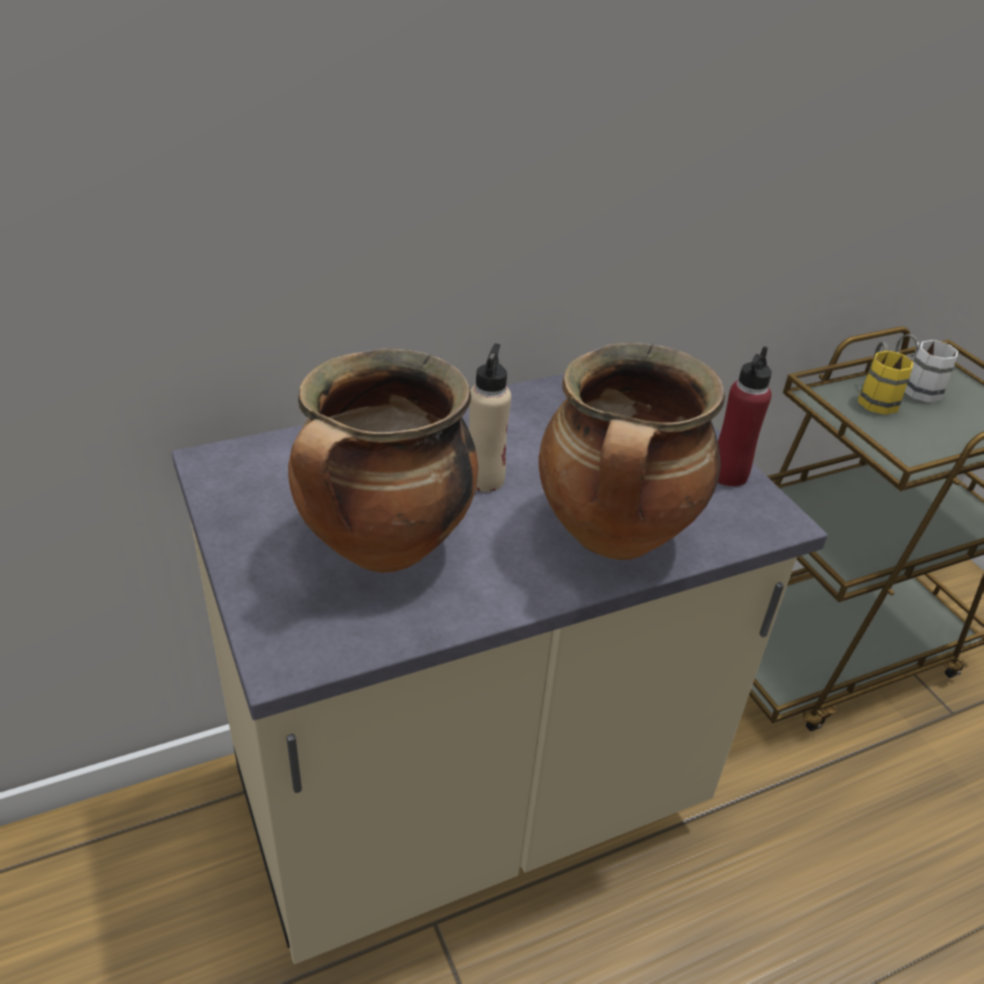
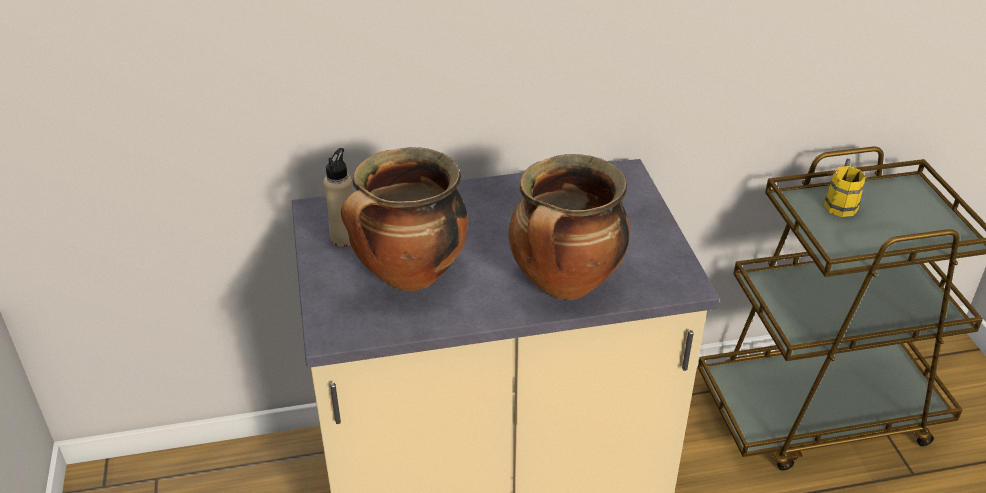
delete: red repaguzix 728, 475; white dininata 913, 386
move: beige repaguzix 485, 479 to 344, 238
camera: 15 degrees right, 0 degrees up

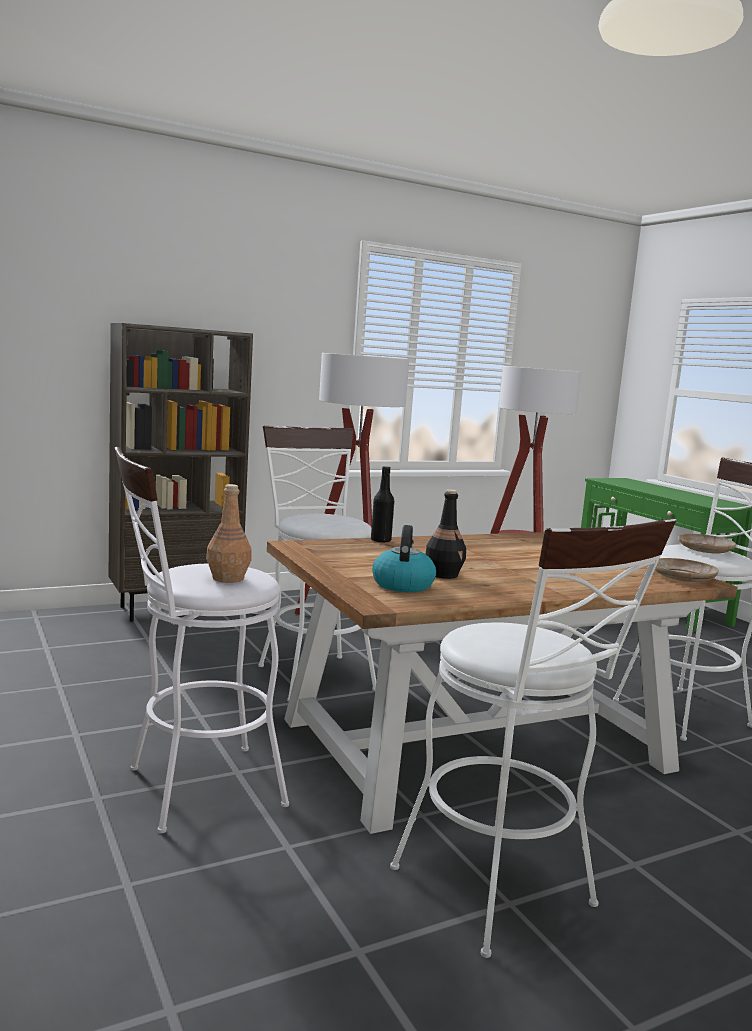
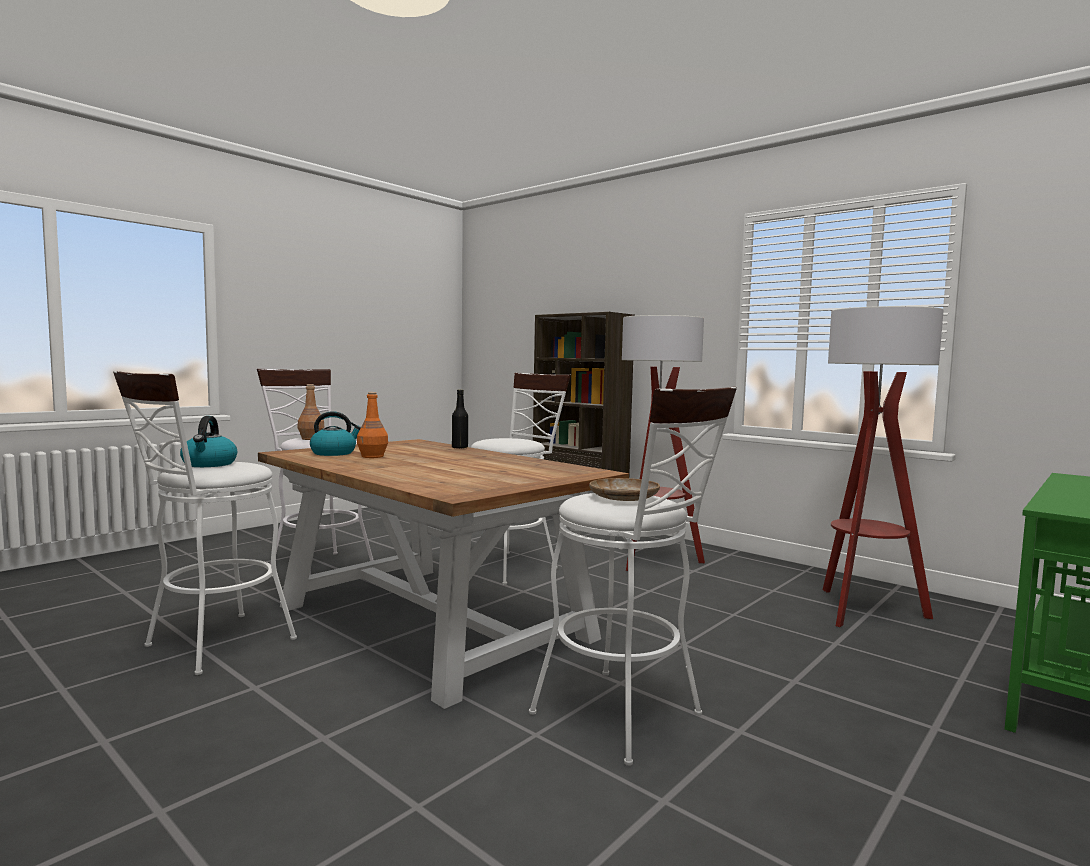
delete: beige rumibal 683, 578
insert: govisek 209, 464
recolor: black repaguzix 444, 574 to orange repaguzix 373, 456
camera: 70 degrees right, 5 degrees down

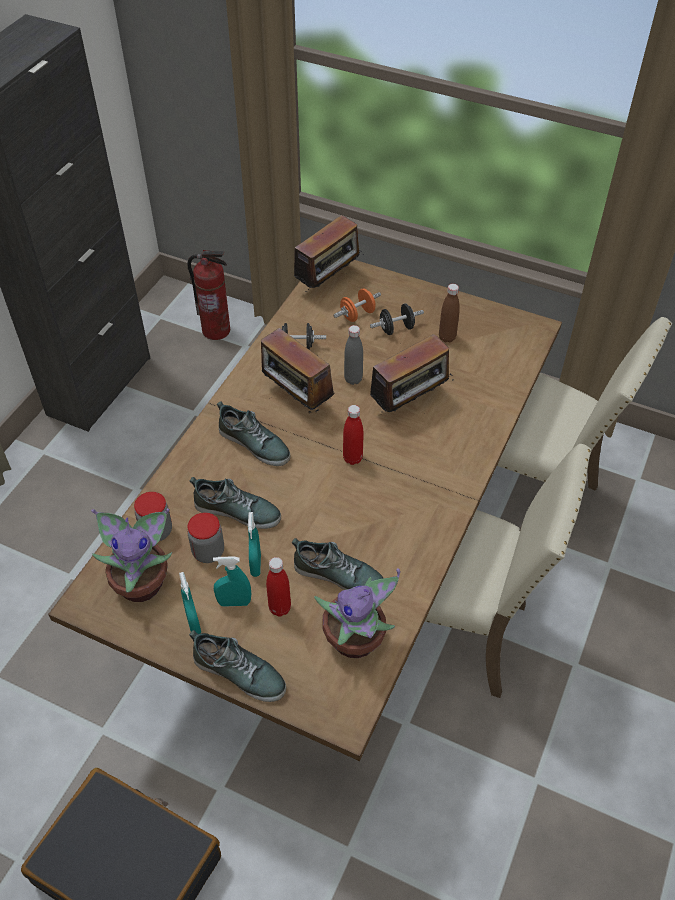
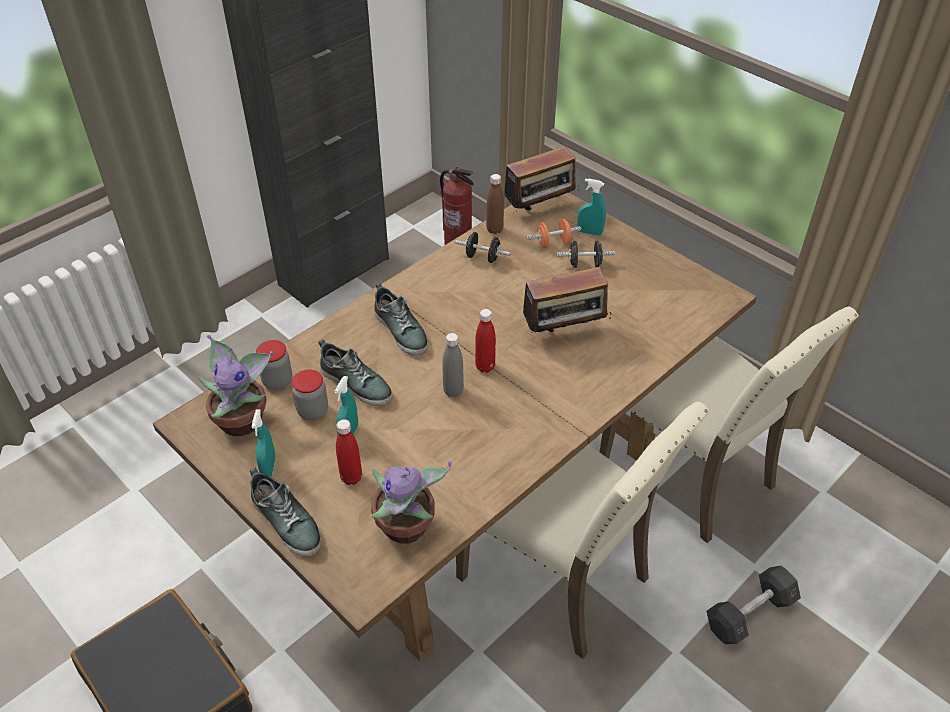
delete: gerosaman 297, 400; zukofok 339, 575
insert: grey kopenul 750, 613
move: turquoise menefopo 234, 602 to 589, 232; grey repaguzix 353, 379 to 453, 391; brown repaguzix 447, 337 to 494, 229
camera: 20 degrees right, 5 degrees down

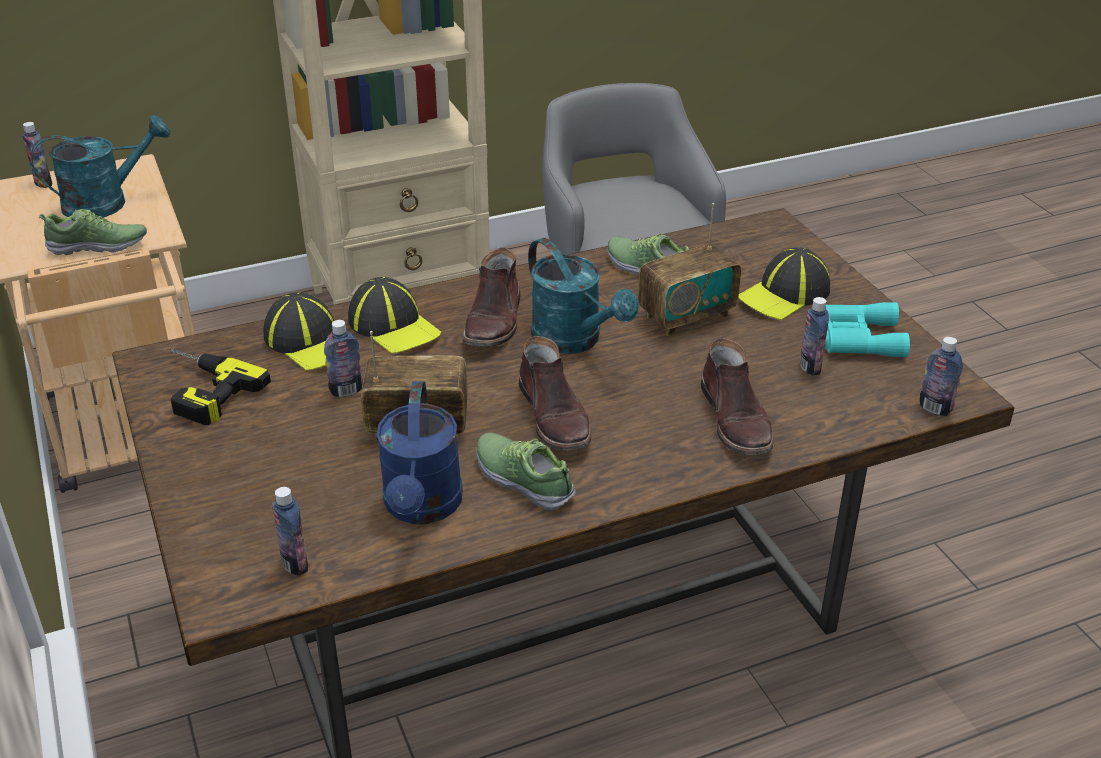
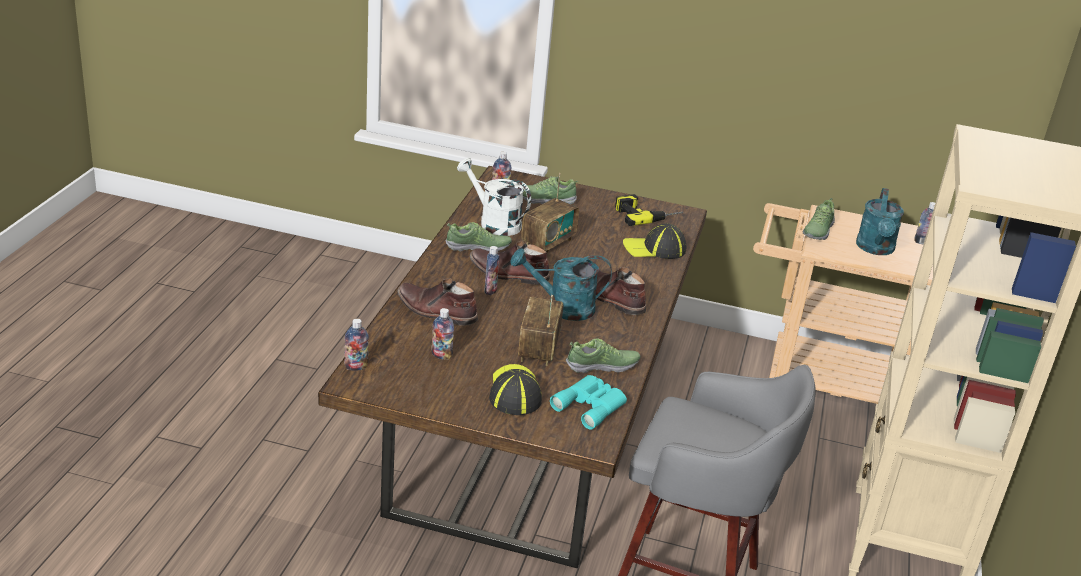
delete: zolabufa 394, 326
insert: zukofok 545, 199
move: repaguzix 346, 391 to 490, 290; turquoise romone 854, 338 to 591, 405
recolor: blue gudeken 422, 508 to white gudeken 494, 222
camera: 125 degrees right, 5 degrees down

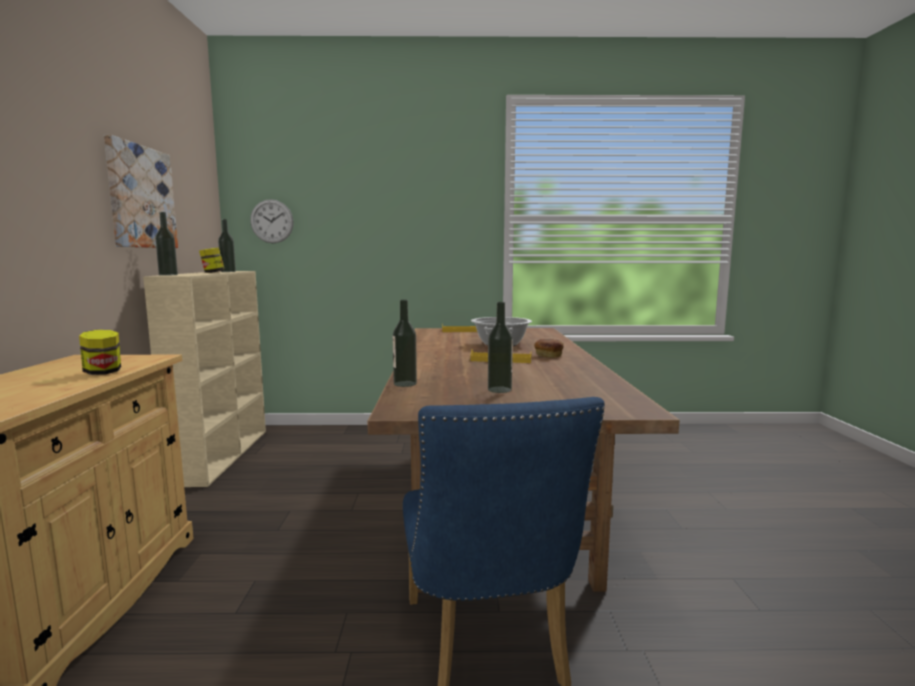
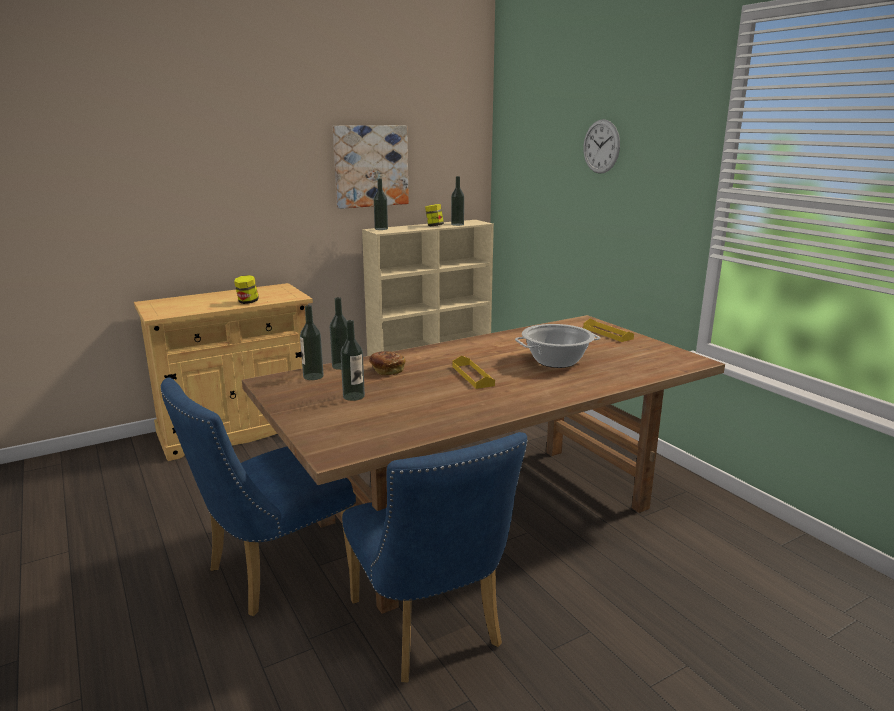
insert: repaguzix 313, 376; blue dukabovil 430, 631
move: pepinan 272, 221 to 601, 146; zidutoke 548, 355 to 386, 370
camera: 60 degrees right, 10 degrees up

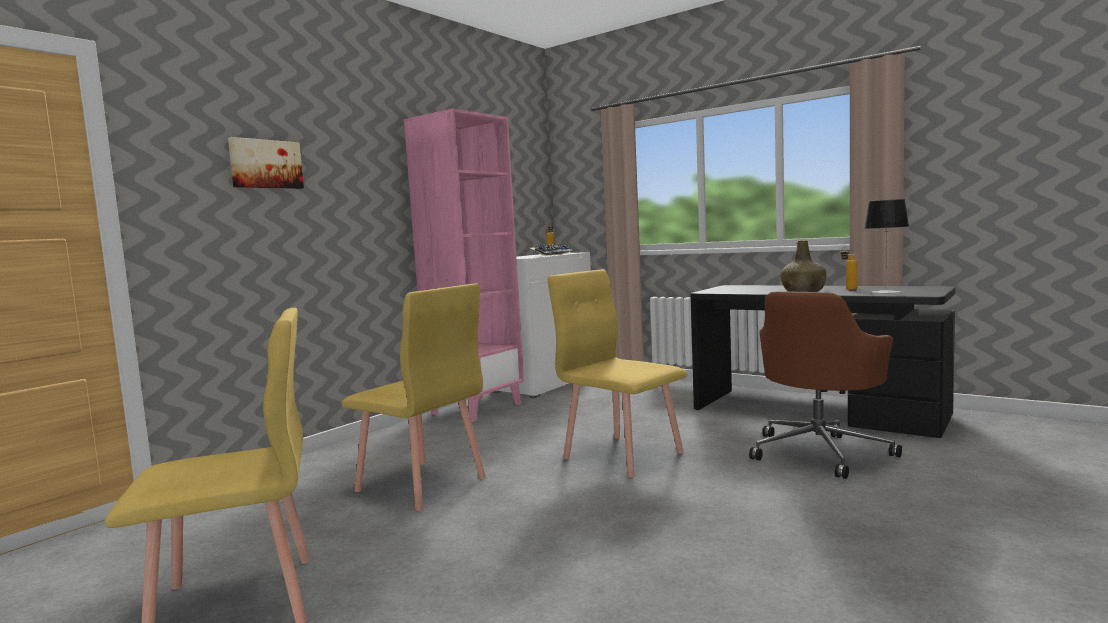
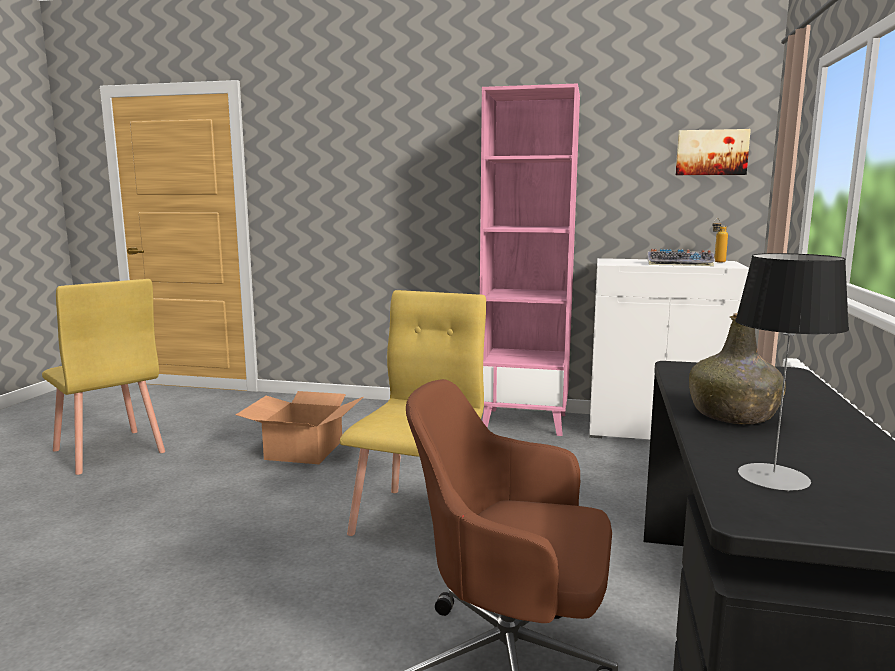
delete: repaguzix 848, 288
move: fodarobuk 265, 164 to 711, 152
replace: yellow dukabovil 421, 485 to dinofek 303, 450
camera: 65 degrees right, 5 degrees up

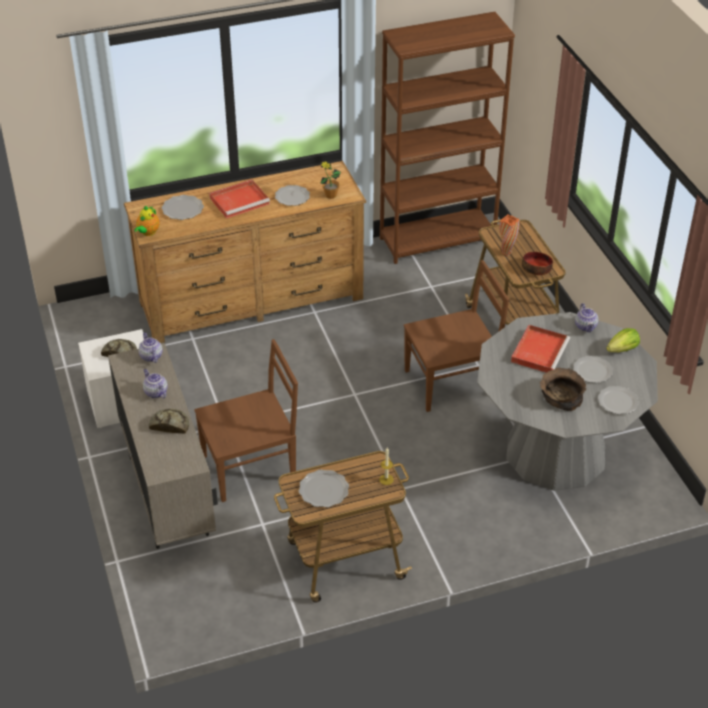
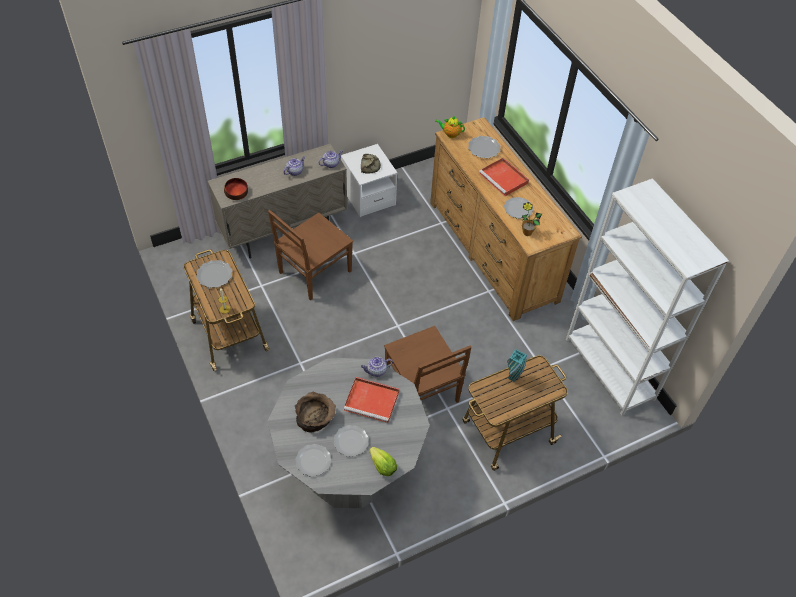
delete: zidutoke 170, 424
move: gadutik 536, 269 to 236, 193; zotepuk 586, 327 to 376, 371
recolor: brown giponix 437, 240 to white giponix 609, 369; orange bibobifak 506, 253 to turquoise bibobifak 512, 377
rotate: brown dukabovil 251, 467 = 313, 273 75 degrees clockwise
camera: 80 degrees right, 10 degrees up

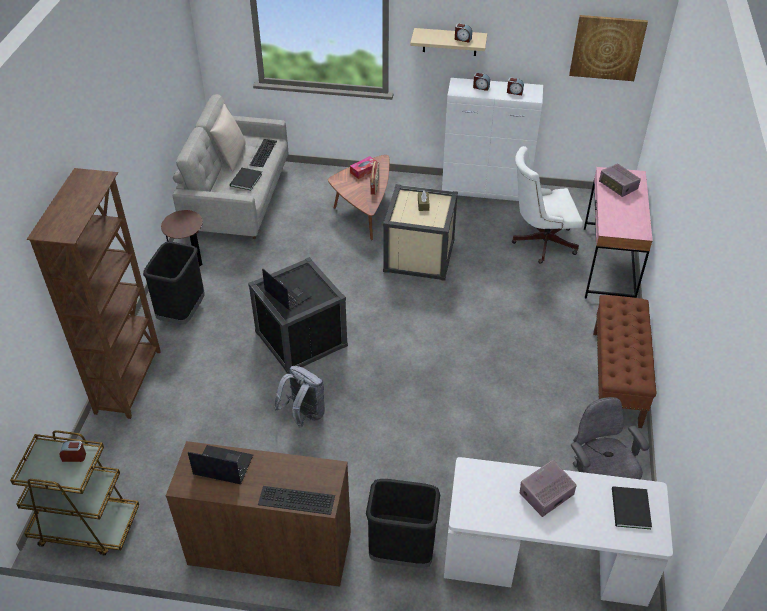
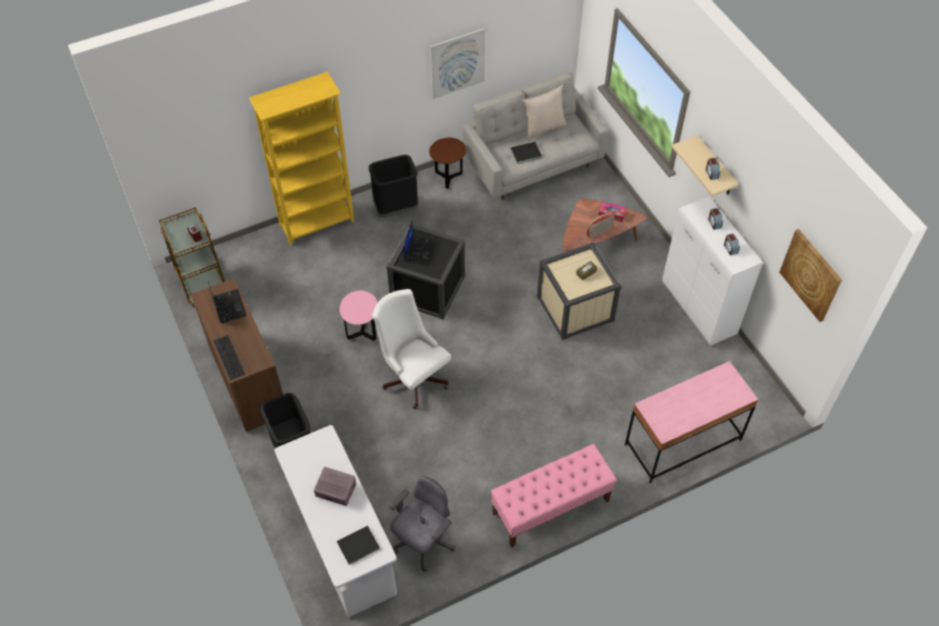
delete: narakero 262, 152; gerosaman 618, 186
insert: fodarobuk 457, 63
move: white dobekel 540, 242 to 413, 376
replace: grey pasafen 304, 415 to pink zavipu 362, 333
recolor: brown giponix 129, 381 to yellow giponix 318, 224; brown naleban 616, 378 to pink naleban 550, 507
camera: 55 degrees right, 10 degrees up

